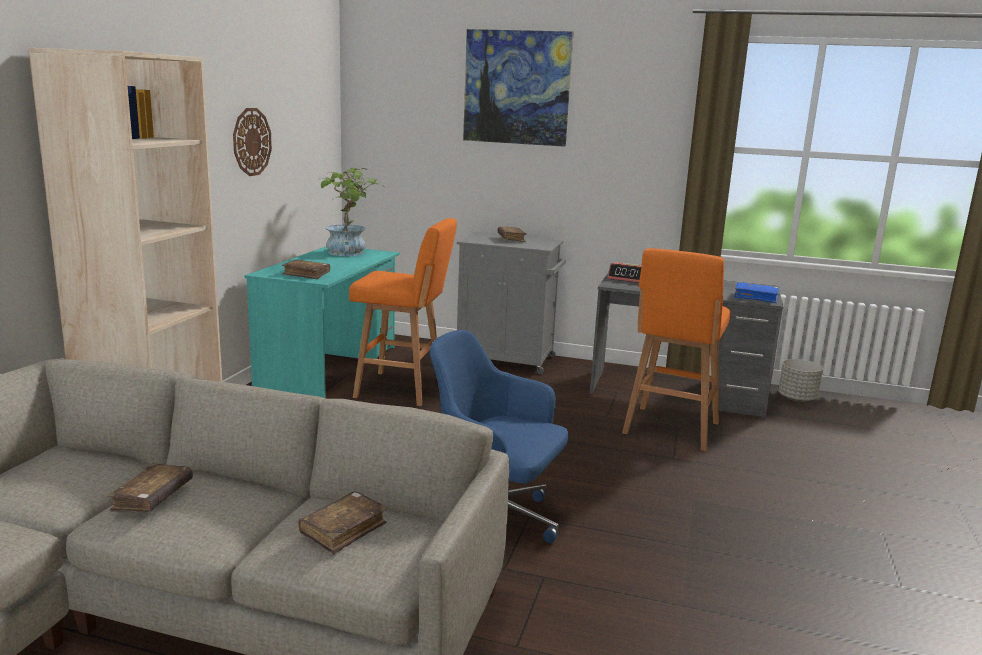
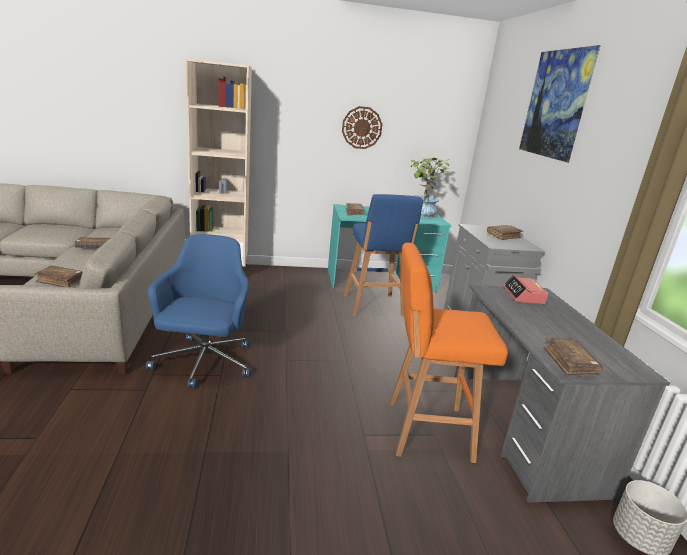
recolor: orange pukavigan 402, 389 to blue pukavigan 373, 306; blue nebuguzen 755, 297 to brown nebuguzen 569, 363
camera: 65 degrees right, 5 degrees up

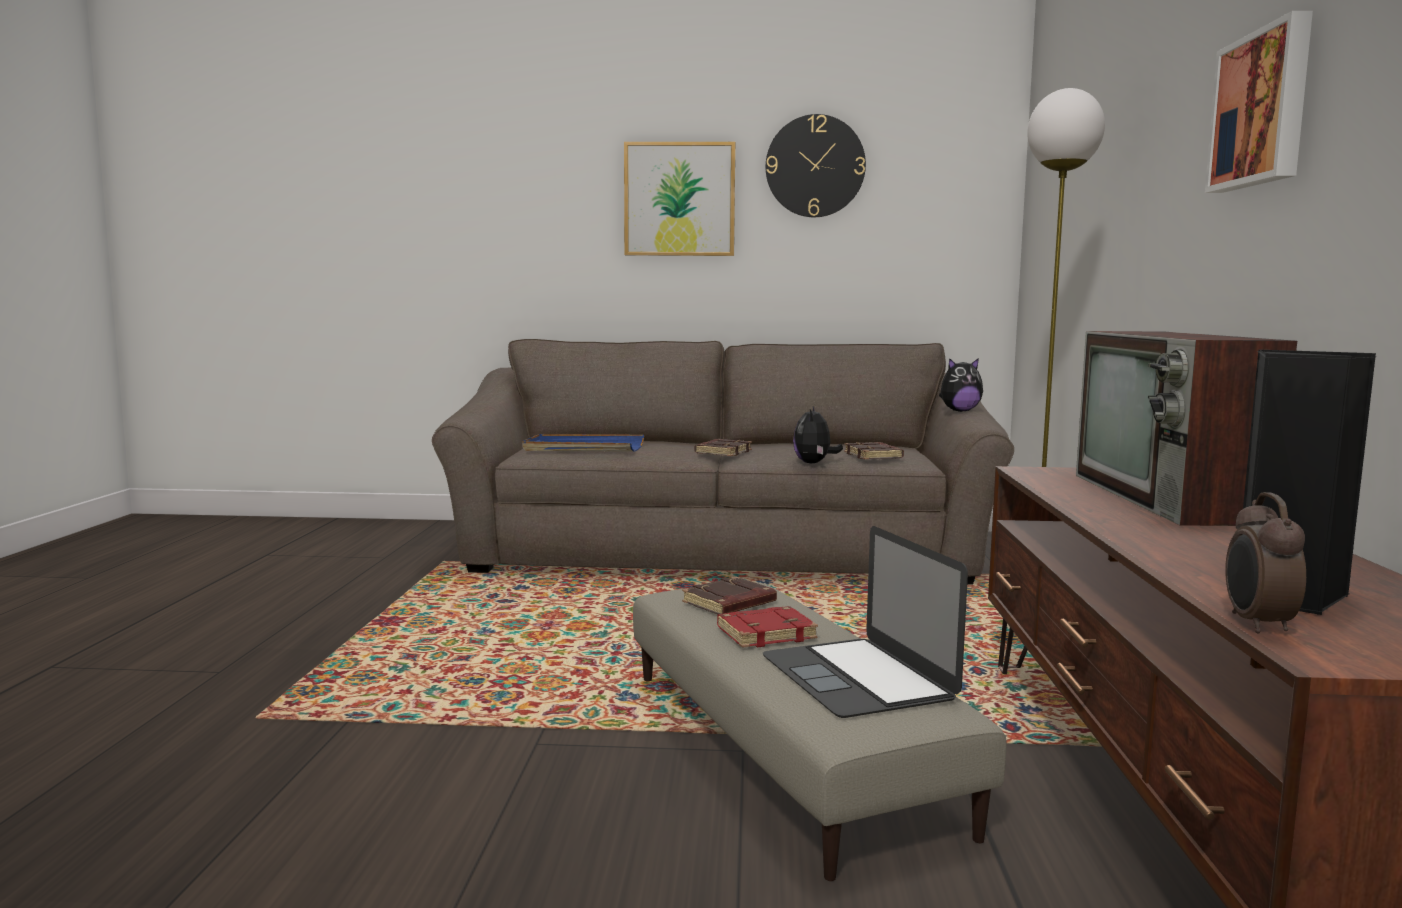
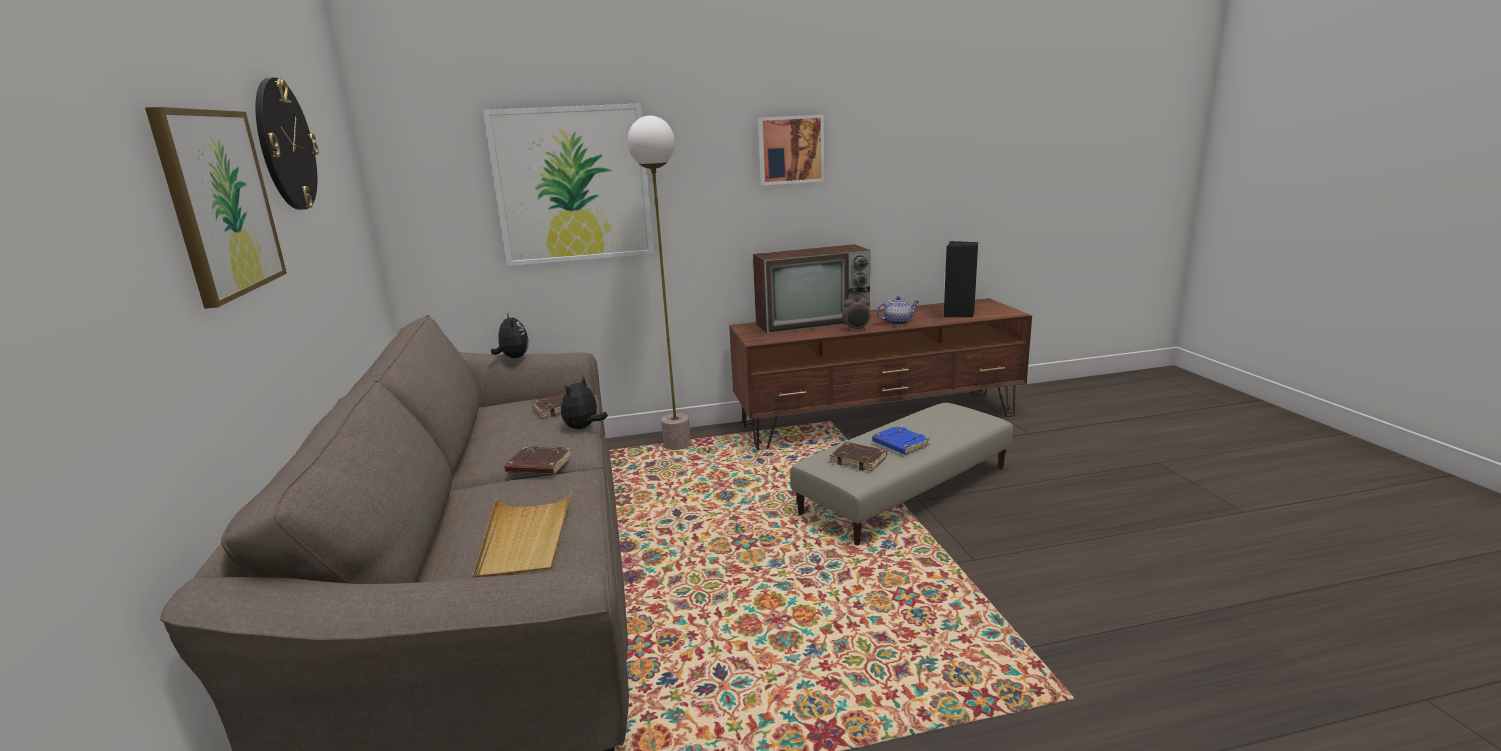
delete: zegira 857, 677
insert: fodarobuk 573, 185; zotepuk 897, 322
move: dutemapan 1256, 624 to 856, 329
recolor: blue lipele 583, 448 to beige lipele 525, 541; red nebuguzen 766, 633 to blue nebuguzen 899, 444
rotate: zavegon 814, 463 = 583, 428 120 degrees clockwise
camera: 105 degrees left, 10 degrees up

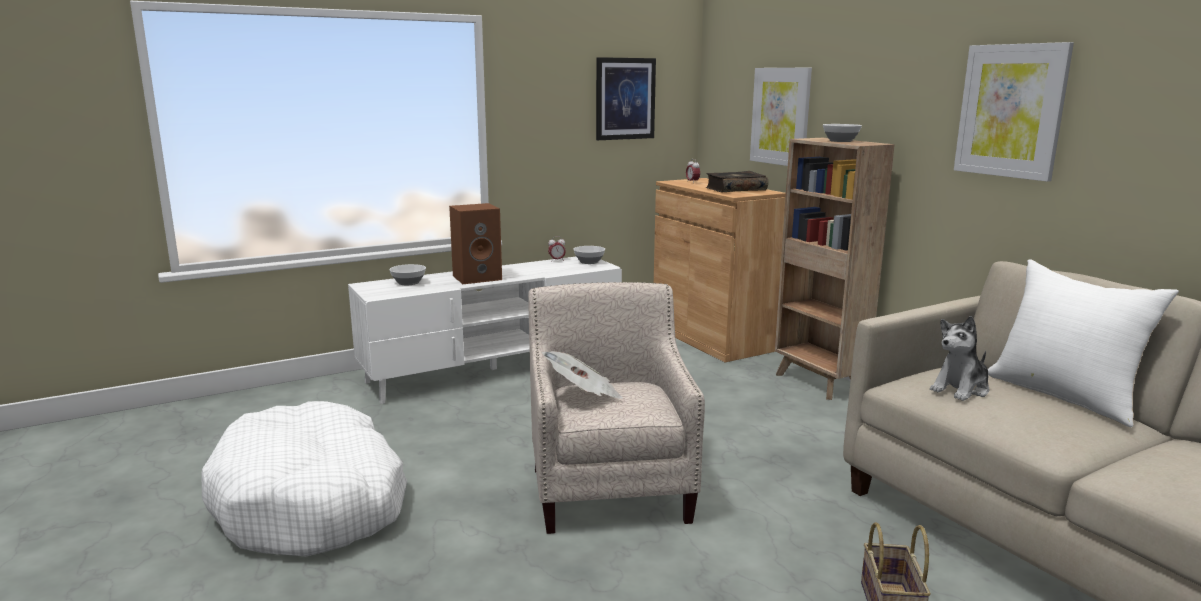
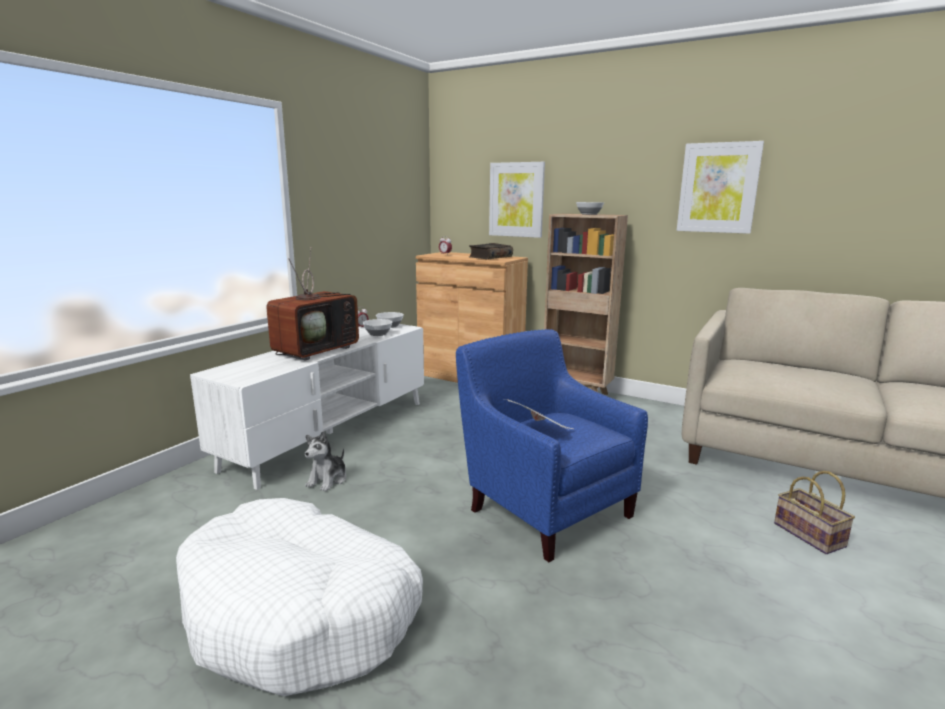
delete: fodarobuk 625, 99; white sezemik 1065, 395
move: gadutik 409, 283 to 378, 334; zavegon 961, 389 to 328, 480
replace: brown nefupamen 478, 277 to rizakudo 316, 350
recolor: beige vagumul 611, 487 to blue vagumul 545, 507
camera: 30 degrees left, 0 degrees up

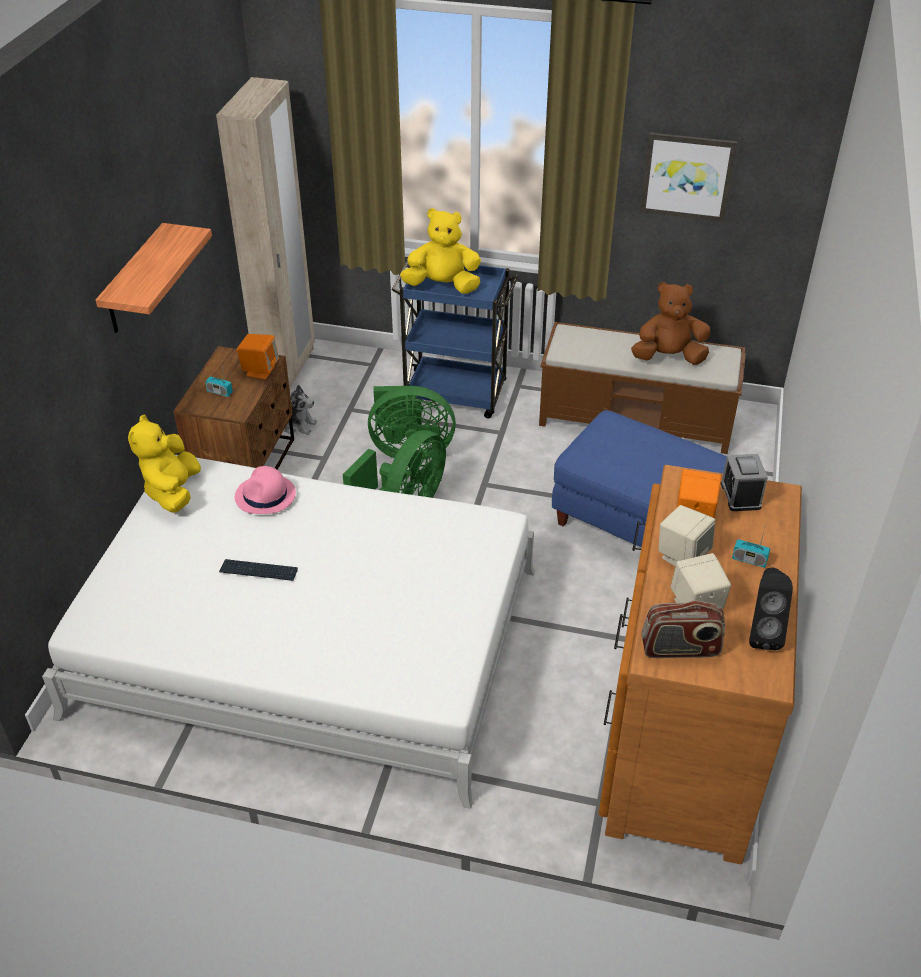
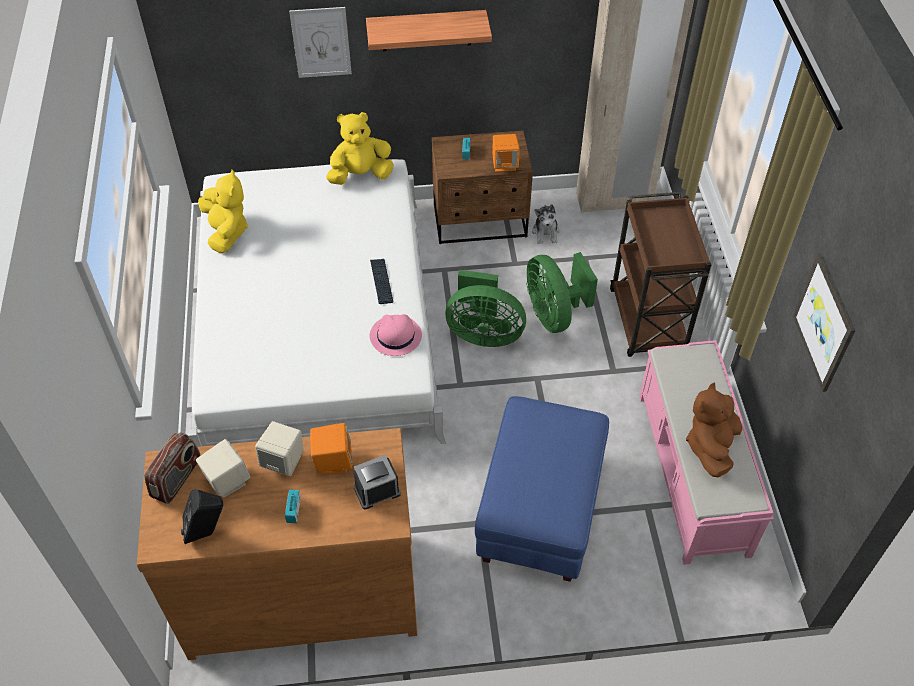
insert: fodarobuk 321, 42
move: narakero 258, 571 to 381, 281; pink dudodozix 265, 496 to 395, 336; yellow zavegon 443, 286 to 226, 232
recolor: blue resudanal 455, 394 to brown resudanal 648, 322; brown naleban 637, 420 to pink naleban 693, 474
rotate: brown zavegon 668, 357 = 711, 446 135 degrees counterclockwise; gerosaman 680, 649 = 177, 478 135 degrees counterclockwise
camera: 70 degrees right, 10 degrees up

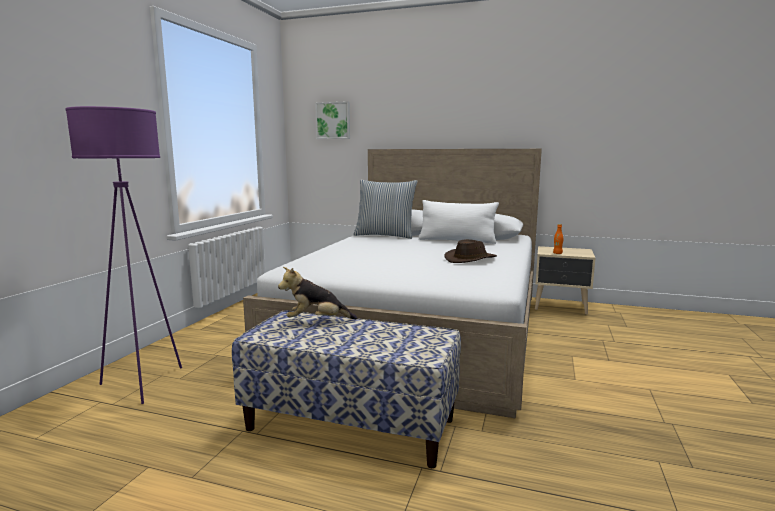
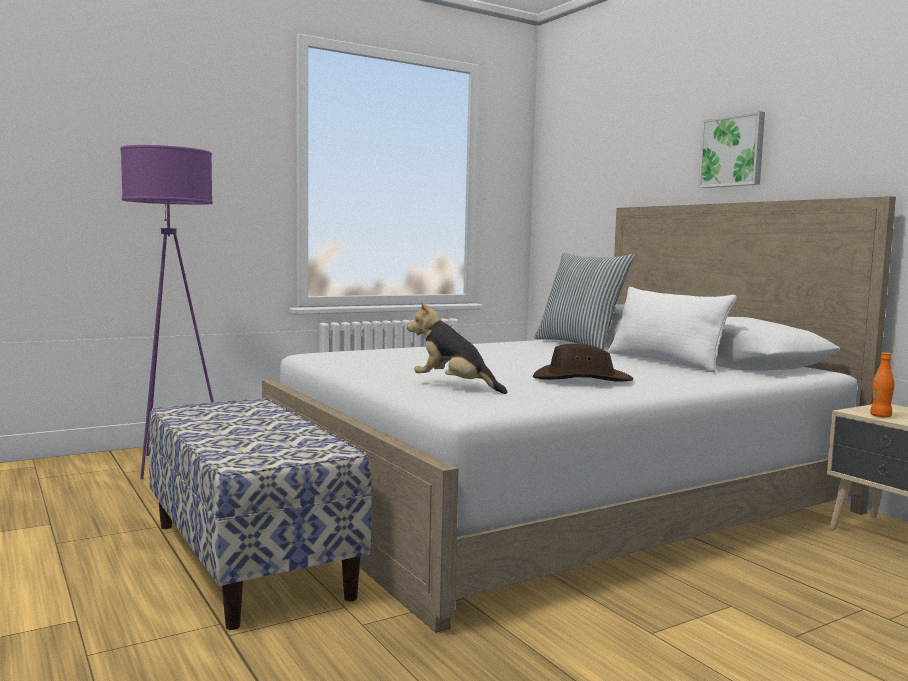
move: zavegon 316, 321 to 454, 387; fodarobuk 333, 120 to 732, 151
camera: 40 degrees right, 5 degrees down

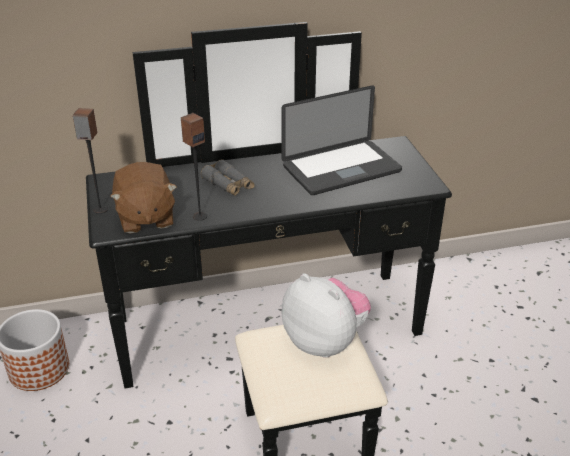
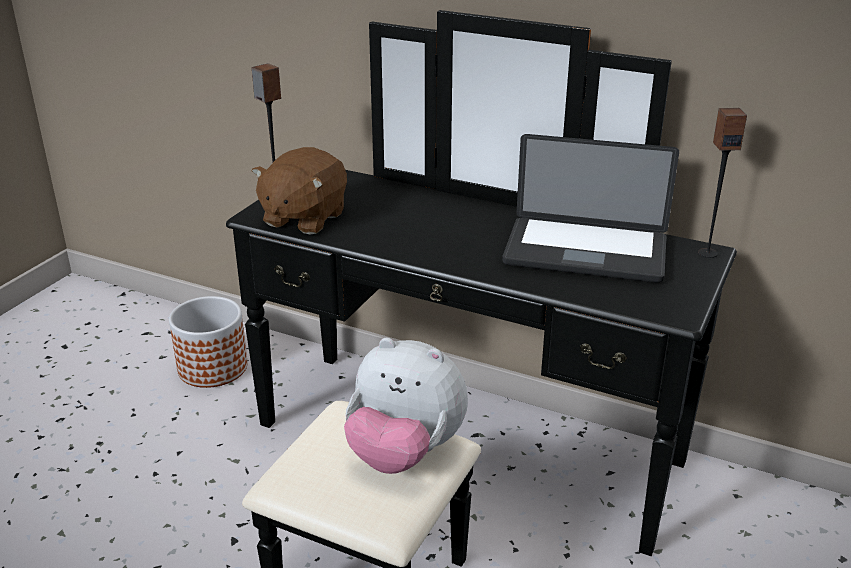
delete: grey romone 228, 185
move: nefupamen 199, 216 to 707, 253
rotate: zavegon 325, 341 = 404, 453 120 degrees clockwise
camera: 40 degrees right, 5 degrees down

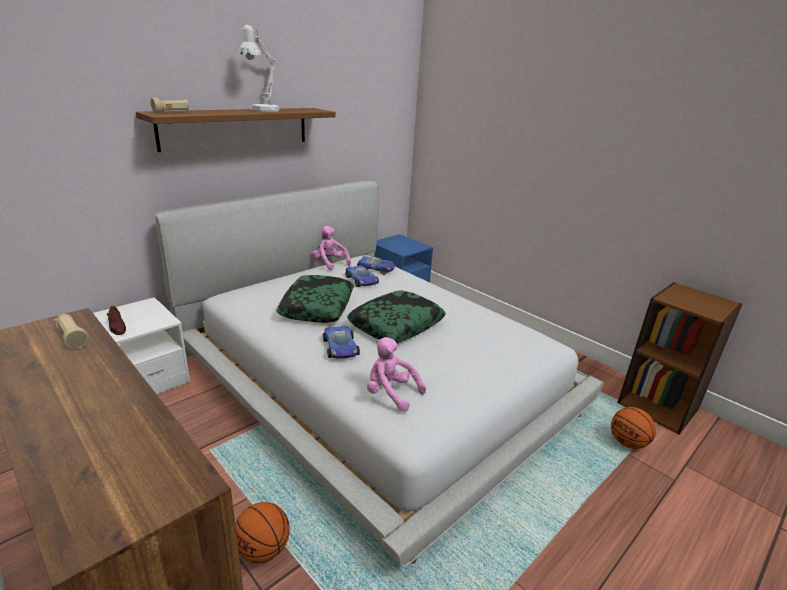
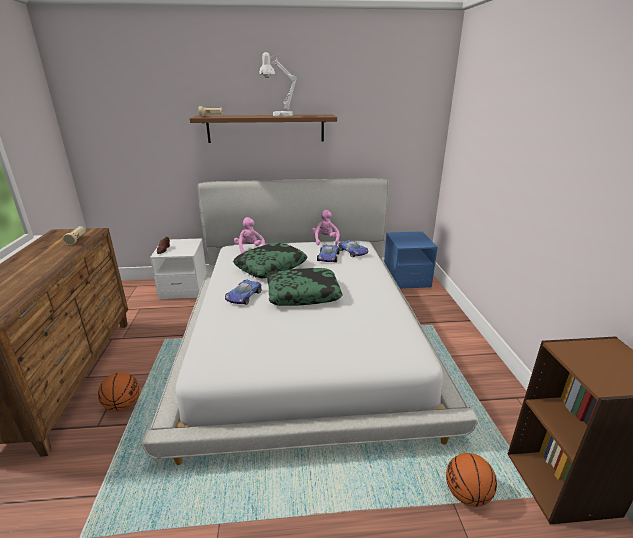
move: pink zavegon 390, 394 to 250, 250
camera: 40 degrees right, 0 degrees up

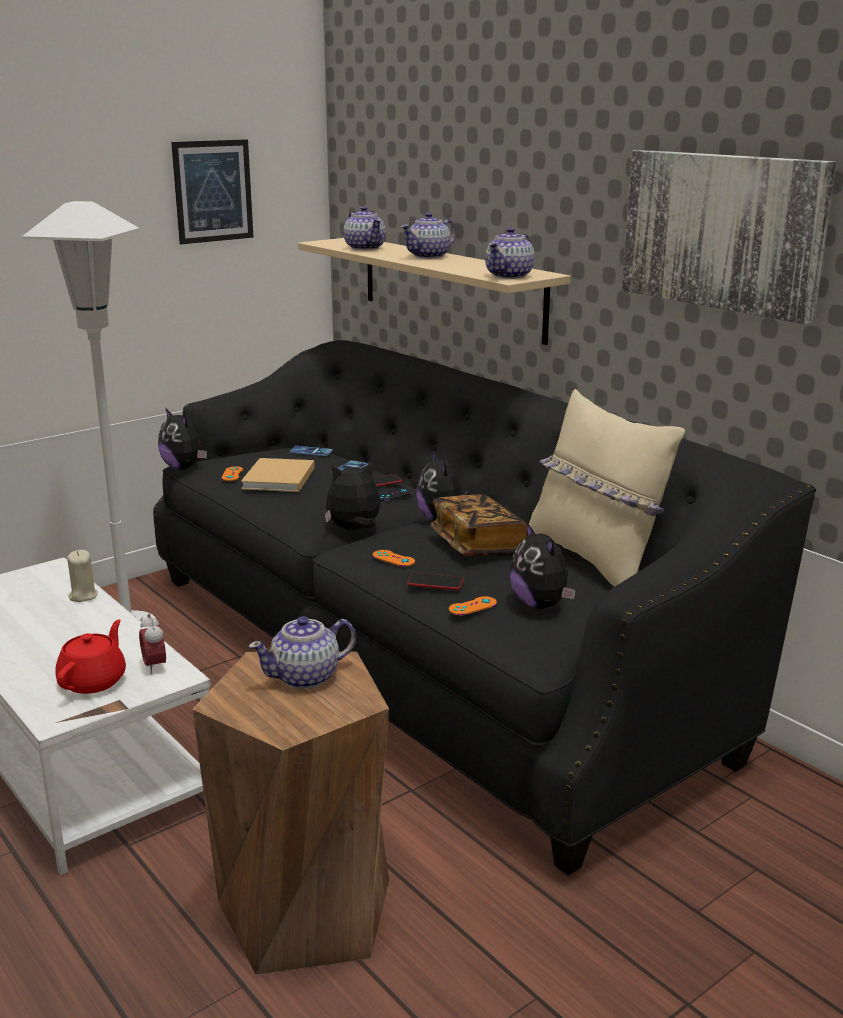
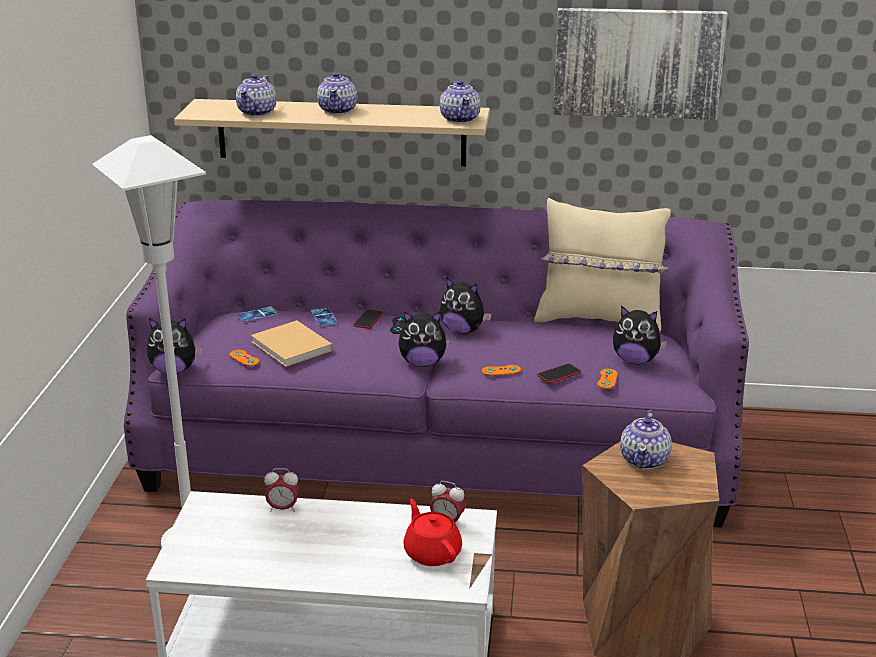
delete: fodarobuk 213, 191; nebuguzen 478, 545
replace: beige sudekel 83, 596 to dutemapan 283, 508
recolor: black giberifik 422, 657 to purple giberifik 438, 451
rotate: zavegon 354, 530 = 422, 363 120 degrees counterclockwise; zotepuk 365, 248 = 257, 112 90 degrees clockwise
camera: 45 degrees left, 5 degrees up

